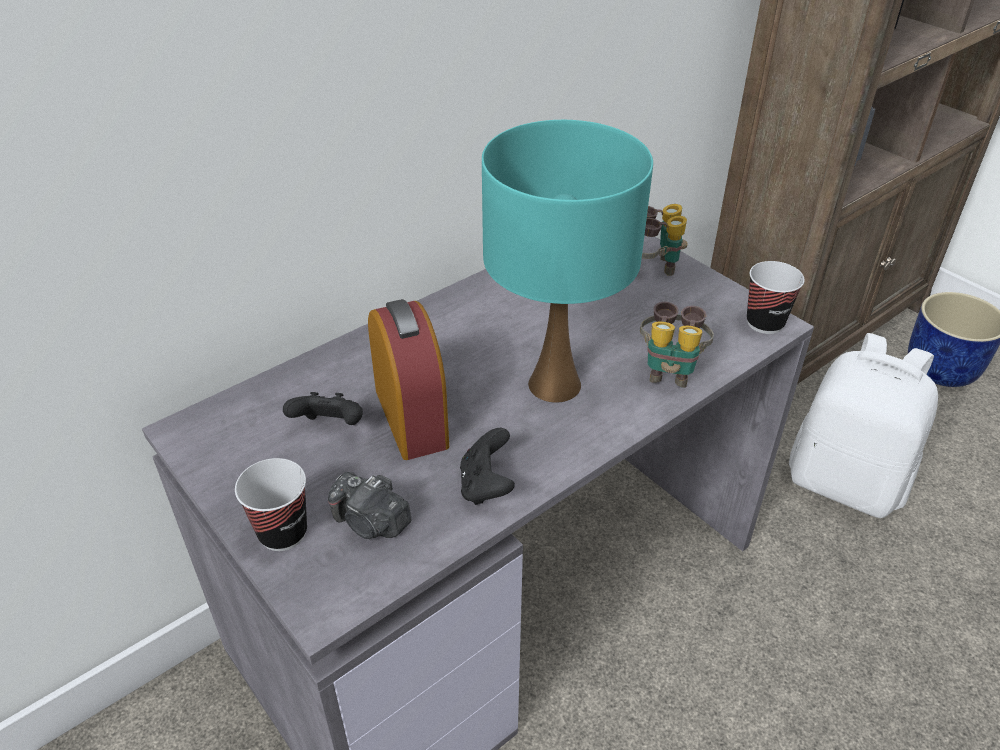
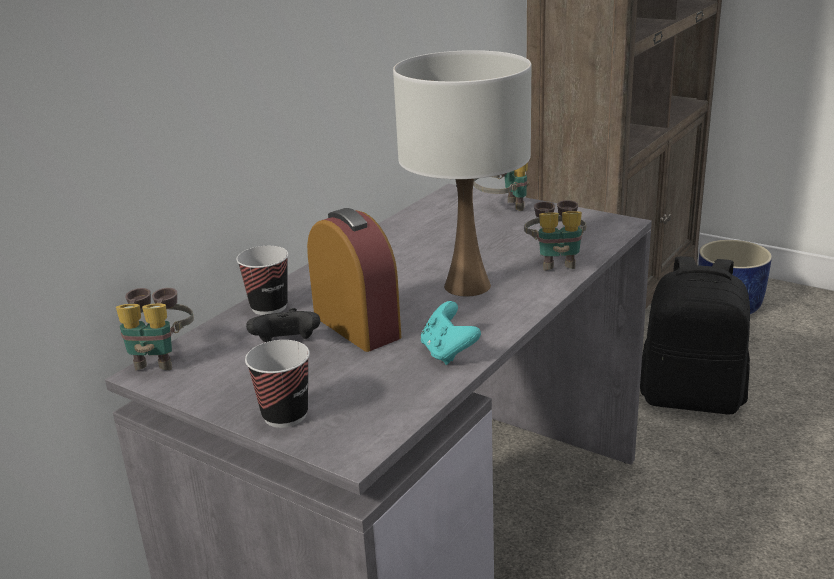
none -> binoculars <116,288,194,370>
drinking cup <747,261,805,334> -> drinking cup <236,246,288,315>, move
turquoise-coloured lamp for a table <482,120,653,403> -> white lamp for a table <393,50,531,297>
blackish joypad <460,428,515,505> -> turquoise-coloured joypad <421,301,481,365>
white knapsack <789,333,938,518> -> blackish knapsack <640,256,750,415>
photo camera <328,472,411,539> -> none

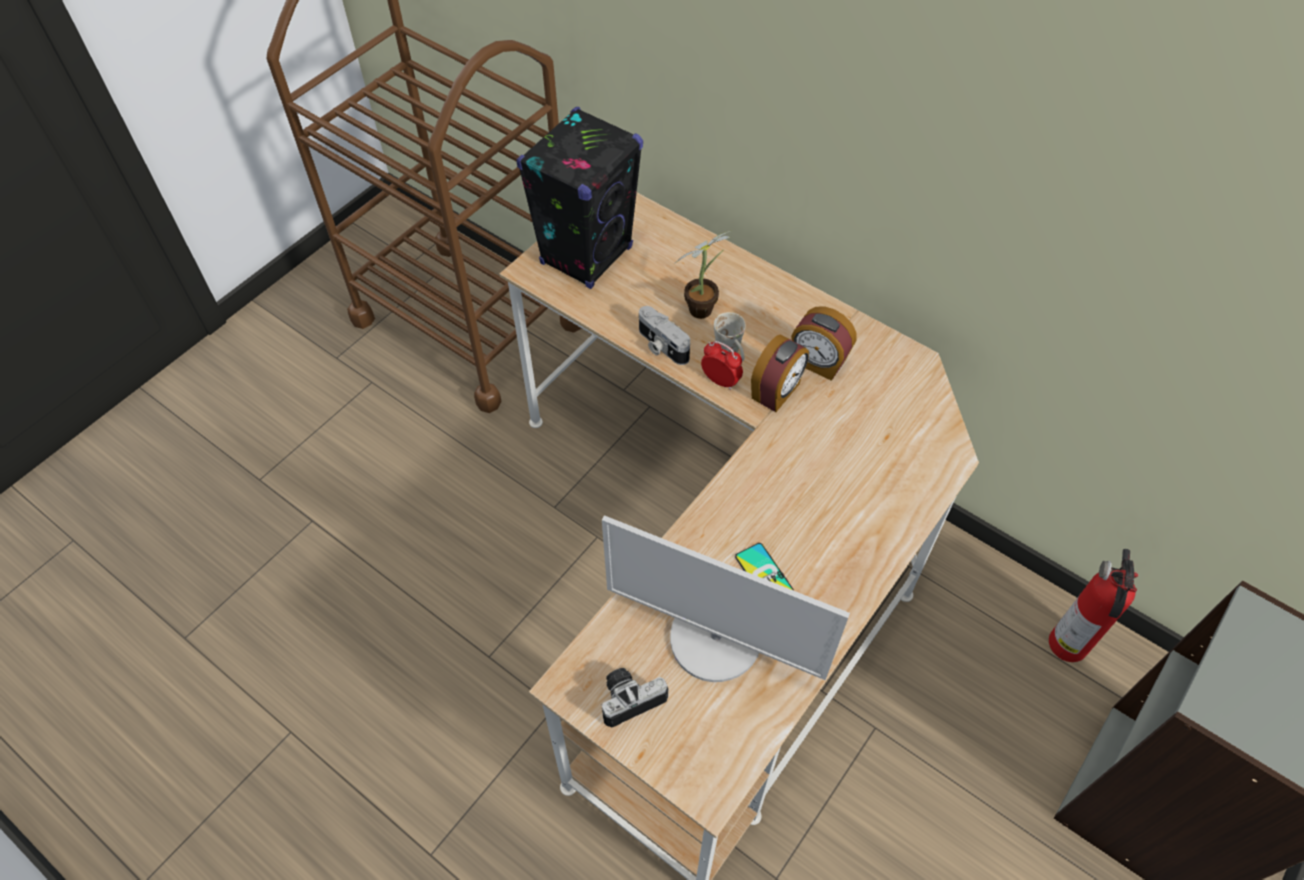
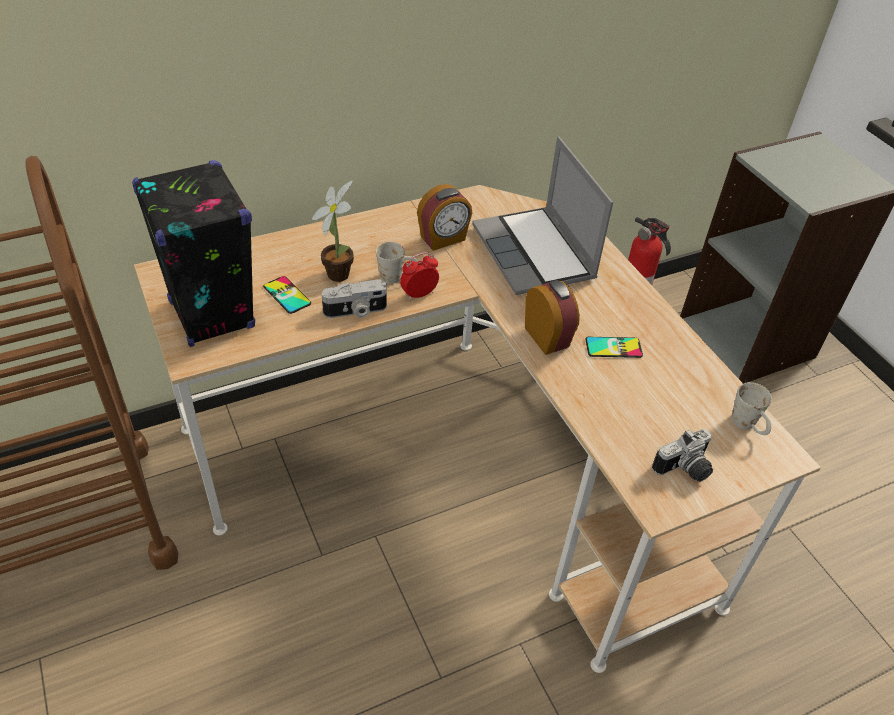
none -> handset <263,276,311,314>
none -> notebook computer <472,136,613,295>
alarm clock <751,334,809,412> -> alarm clock <525,280,580,355>, move
photo camera <602,668,668,727> -> photo camera <652,429,713,482>, 120 degrees counterclockwise
none -> white coffee mug <731,382,772,435>
monitor <602,515,850,682> -> none

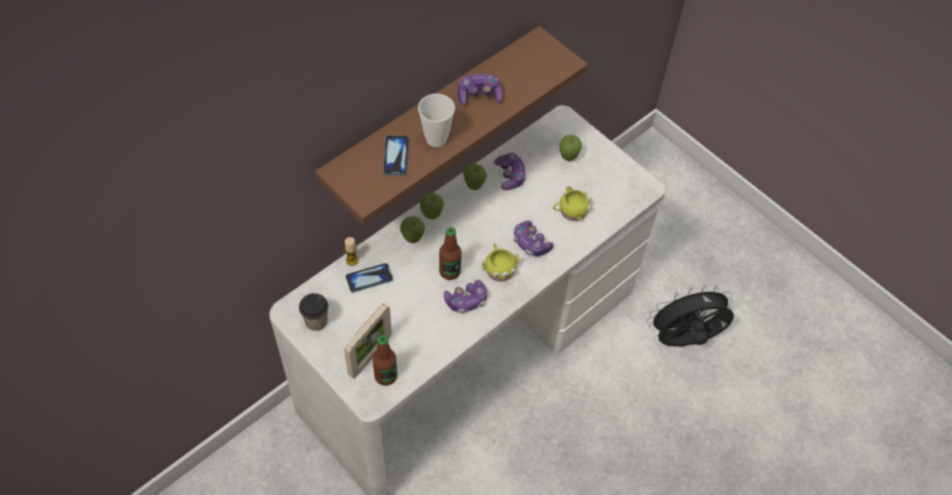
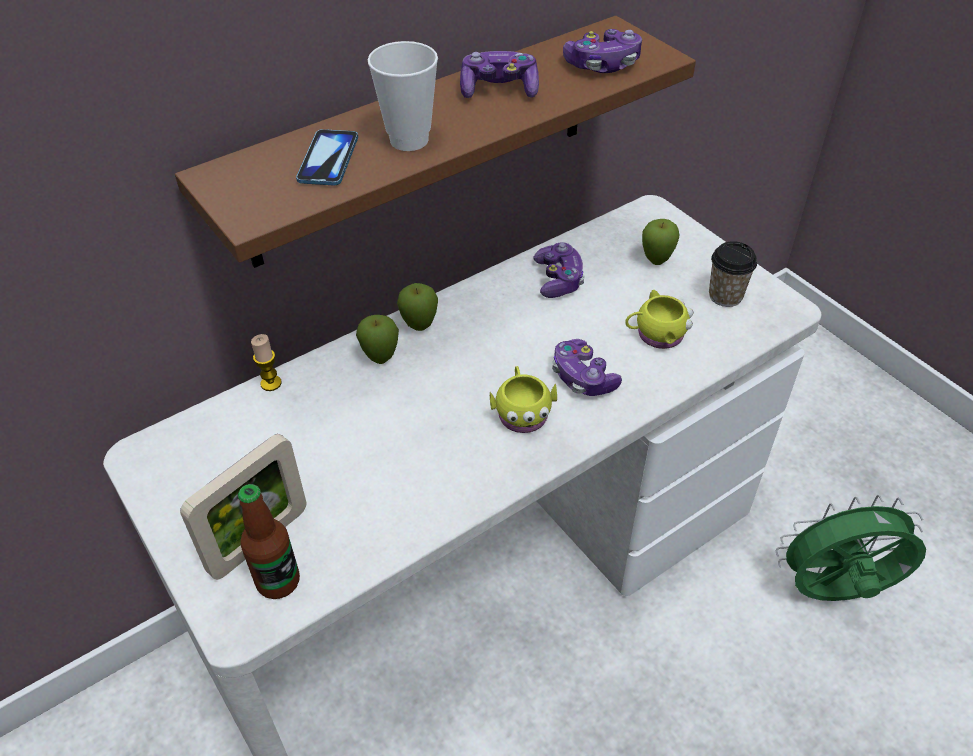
joypad <444,280,487,313> -> joypad <563,29,642,73>, move
drinking cup <299,293,328,331> -> drinking cup <709,241,757,307>, move
blackish electric fan <647,285,734,347> -> greenish electric fan <776,495,926,601>
handset <346,263,393,292> -> none
drink bottle <439,227,461,280> -> none
apple fruit <463,164,487,190> -> none

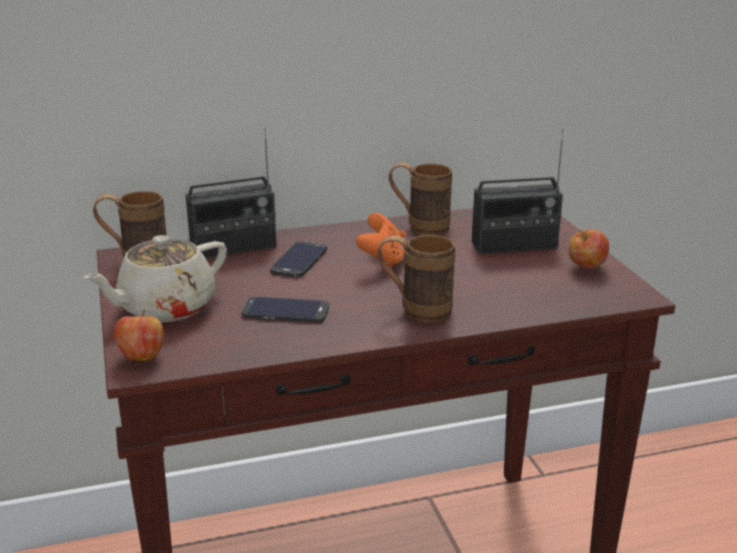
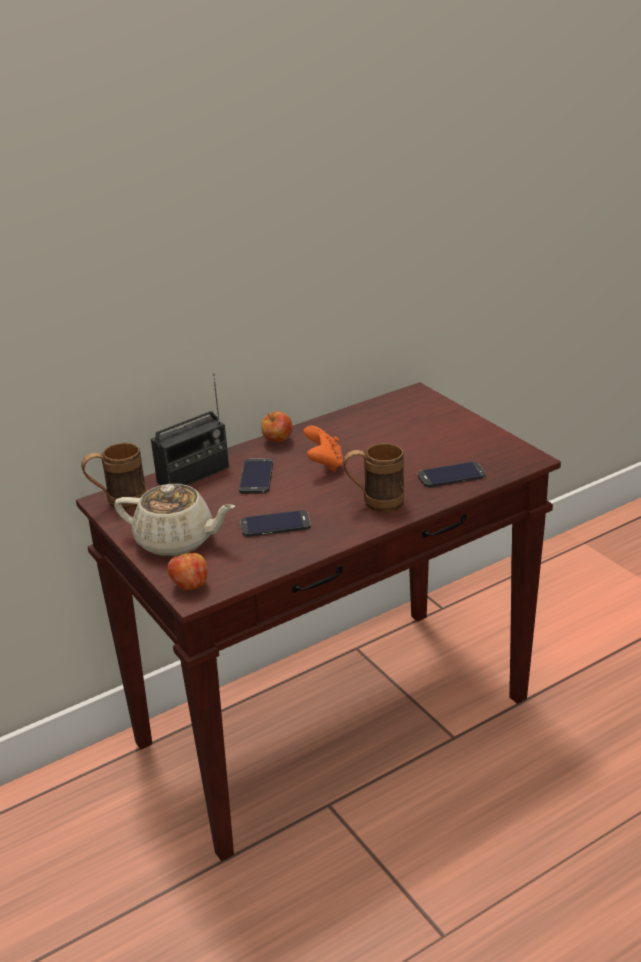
sand-coloured teapot <83,235,227,322> -> sand-coloured teapot <114,484,235,556>, 105 degrees counterclockwise
apple fruit <568,229,609,268> -> apple fruit <261,411,292,442>, move
none -> handset <418,462,486,488>
brownish coffee mug <389,163,452,235> -> none
radio receiver <472,129,564,254> -> none

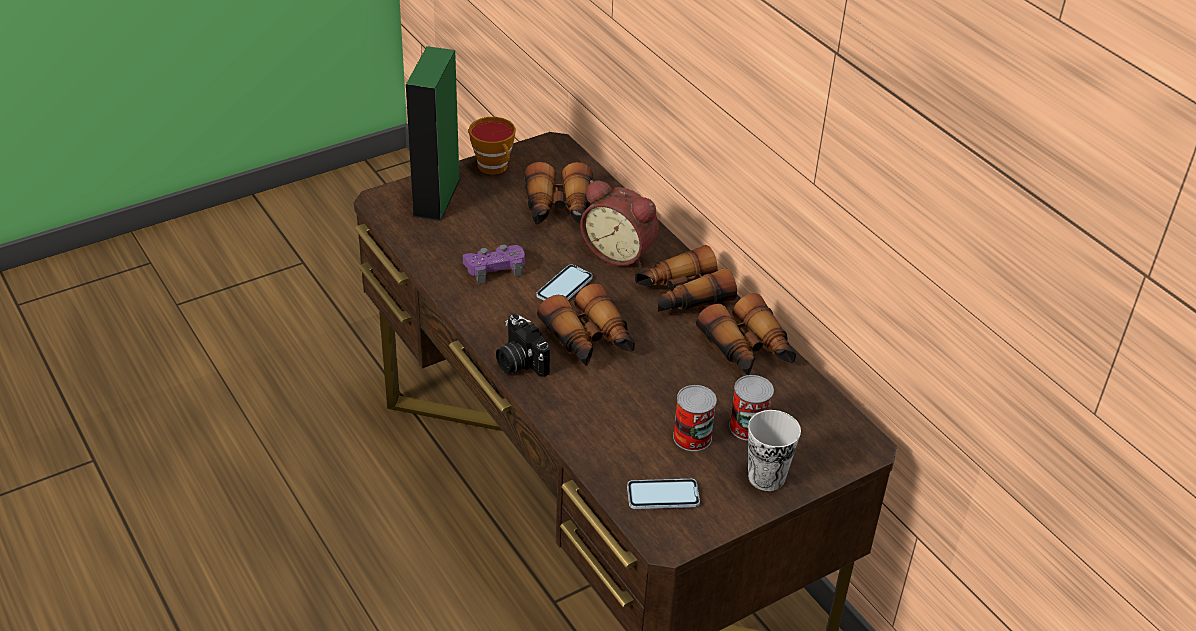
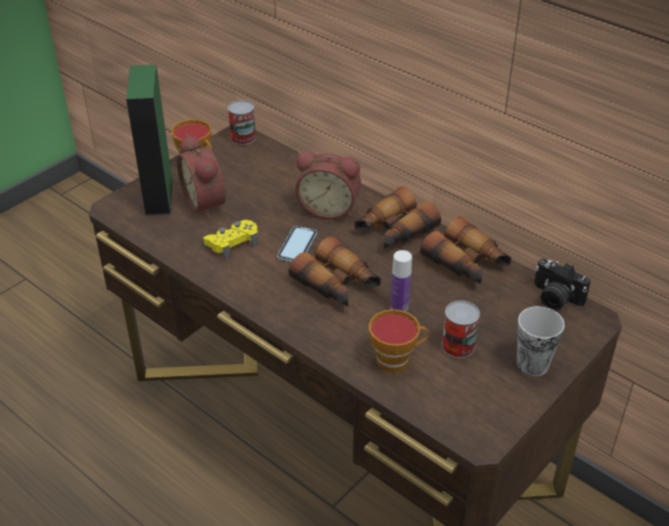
none -> alarm clock <177,135,226,218>
purplish joypad <463,244,525,284> -> yellow joypad <203,220,258,259>
metal can <729,375,774,441> -> metal can <228,100,256,145>, move
none -> drinking cup <369,309,429,373>
none -> drink bottle <390,250,412,312>
photo camera <496,313,550,377> -> photo camera <534,258,591,310>, move
binoculars <524,162,593,224> -> none
handset <627,479,700,509> -> none

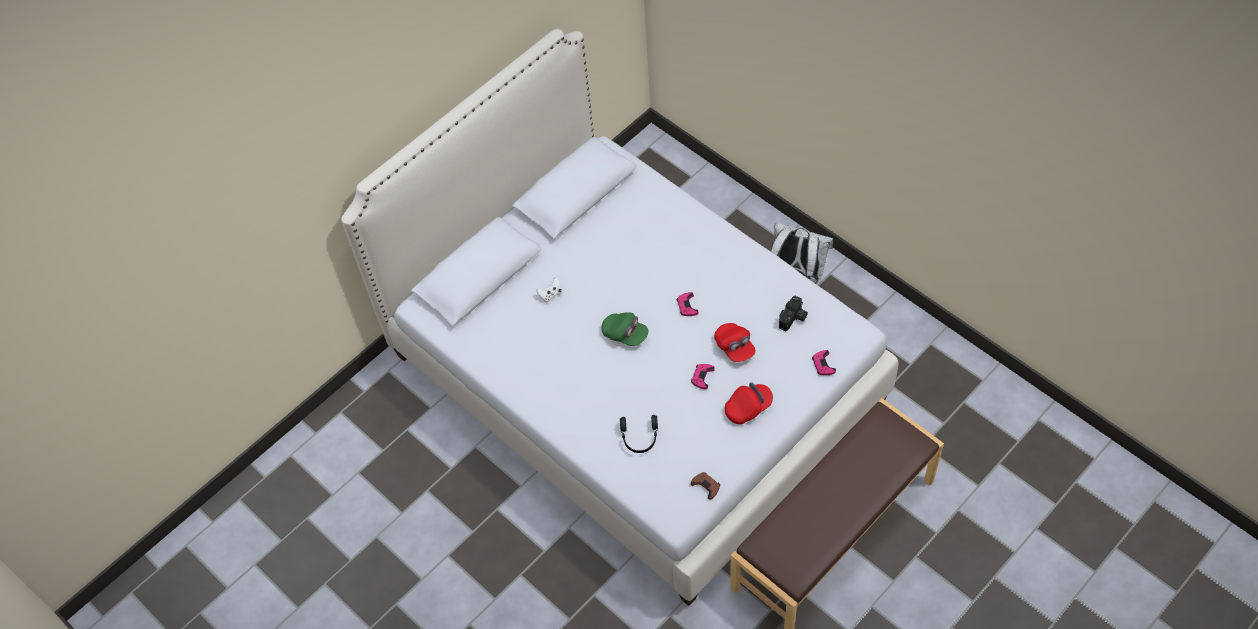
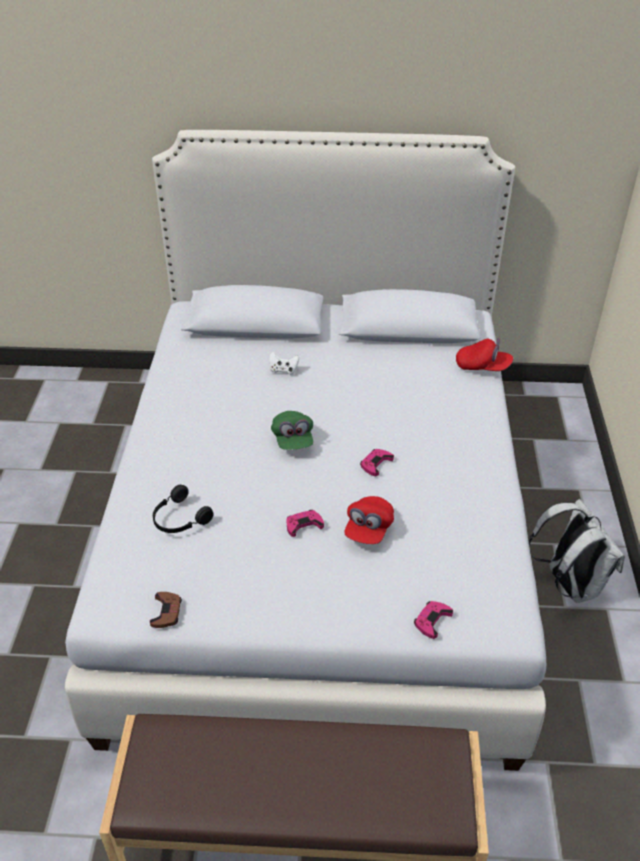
reddish peaked cap <725,382,773,424> -> reddish peaked cap <456,338,513,371>, move
photo camera <779,296,808,331> -> none

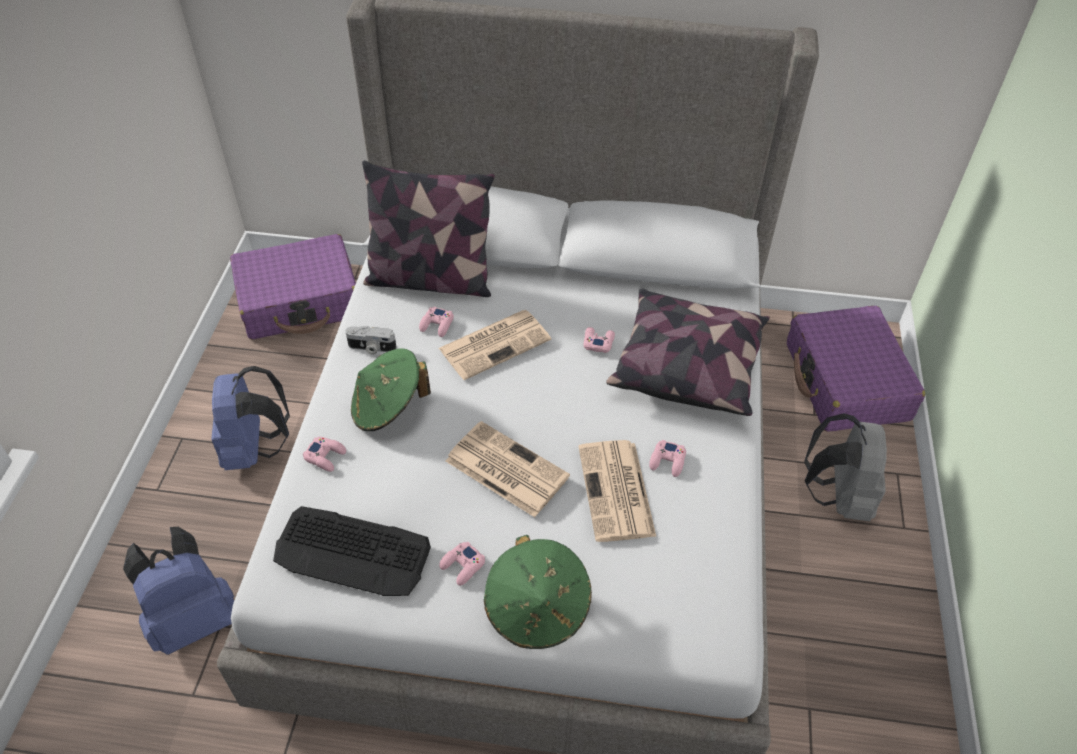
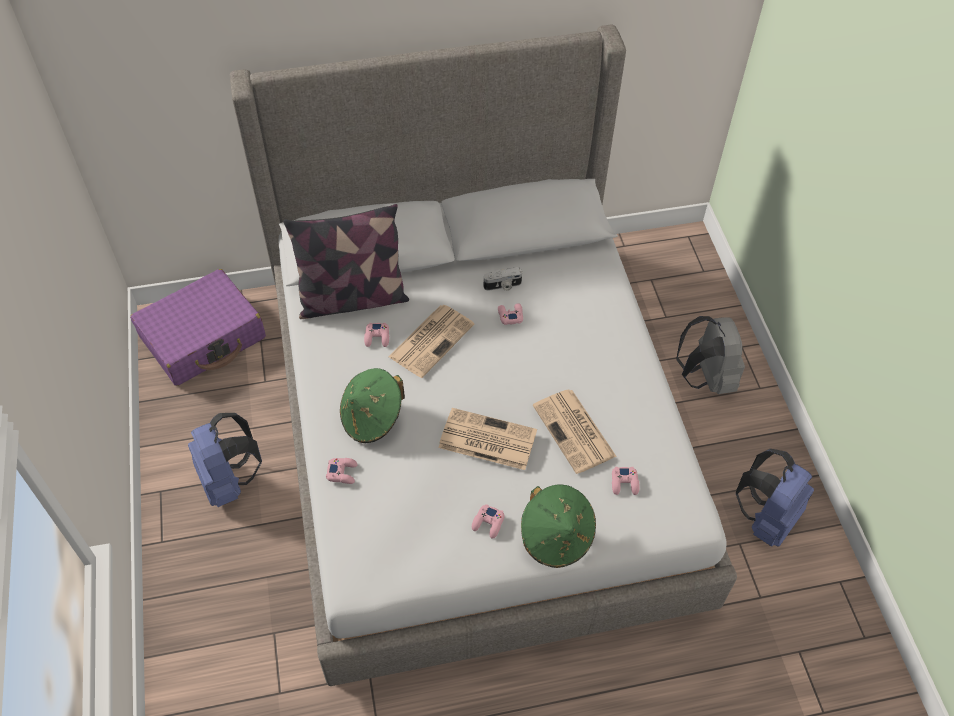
photo camera <345,326,397,355> -> photo camera <484,267,522,291>, move
pinkish joypad <649,440,686,477> -> pinkish joypad <612,467,640,495>, move
blue knapsack <123,527,234,655> -> blue knapsack <736,449,814,547>, move
computer keyboard <273,506,431,596> -> none
cushion <606,289,770,416> -> none
purplish piece of luggage <787,306,925,432> -> none

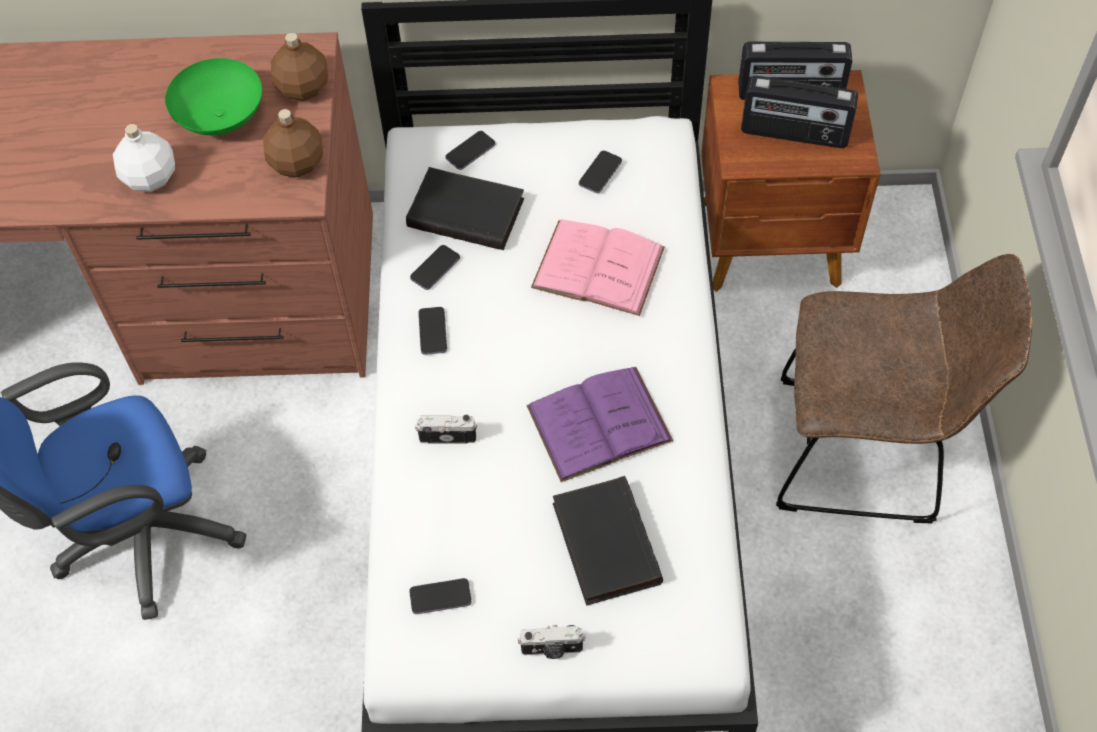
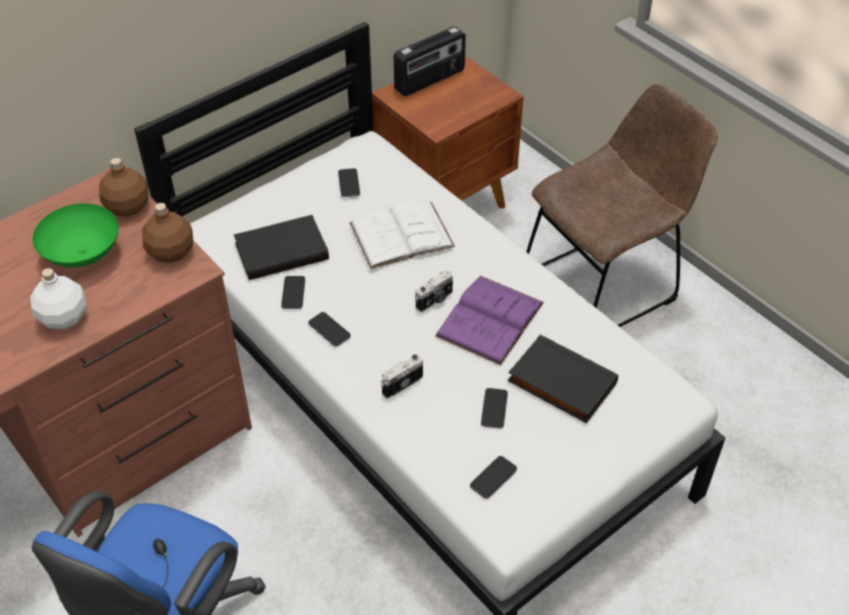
pinkish book <531,220,665,316> -> white book <350,201,455,269>
photo camera <518,625,586,659> -> photo camera <416,270,453,312>, move
handset <445,131,495,170> -> handset <481,388,508,429>, move
radio receiver <741,75,858,148> -> none

